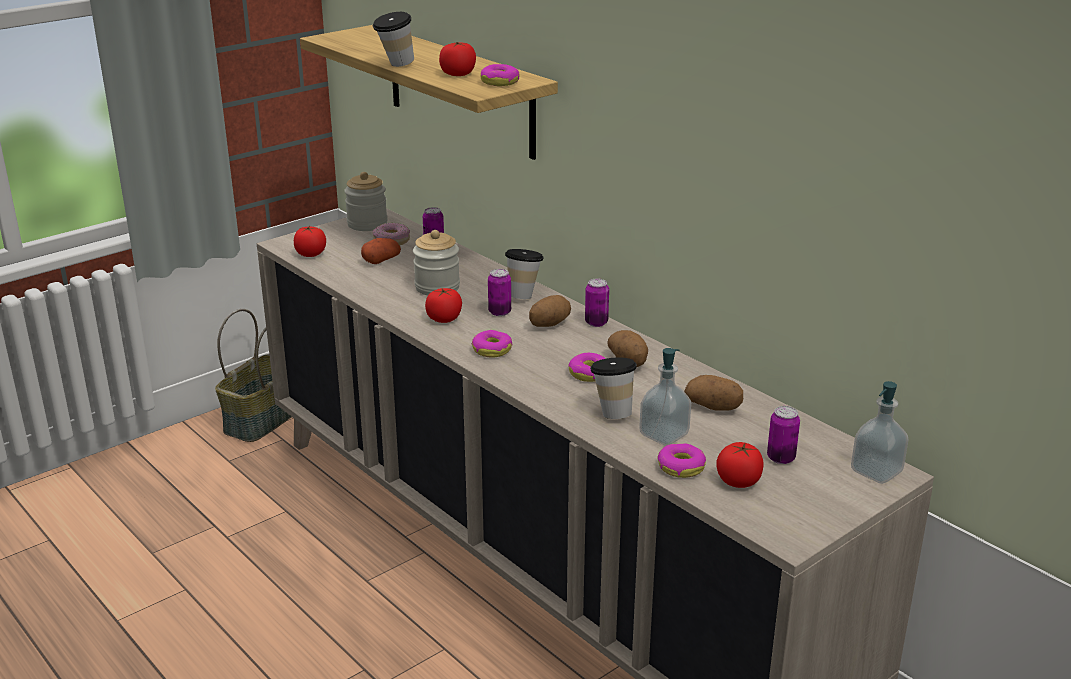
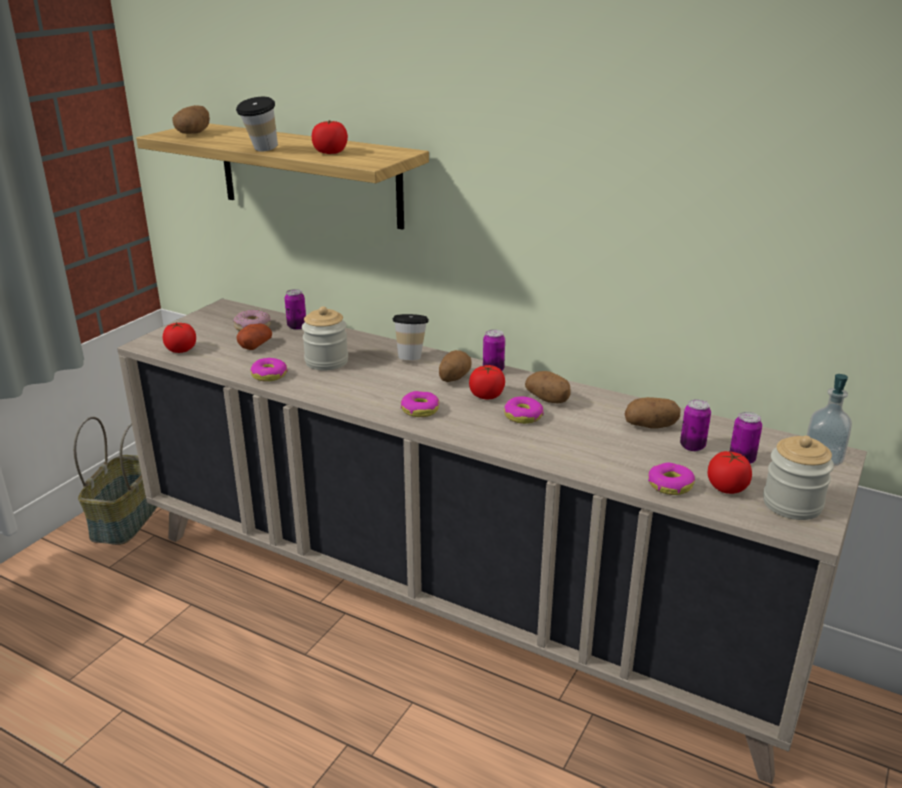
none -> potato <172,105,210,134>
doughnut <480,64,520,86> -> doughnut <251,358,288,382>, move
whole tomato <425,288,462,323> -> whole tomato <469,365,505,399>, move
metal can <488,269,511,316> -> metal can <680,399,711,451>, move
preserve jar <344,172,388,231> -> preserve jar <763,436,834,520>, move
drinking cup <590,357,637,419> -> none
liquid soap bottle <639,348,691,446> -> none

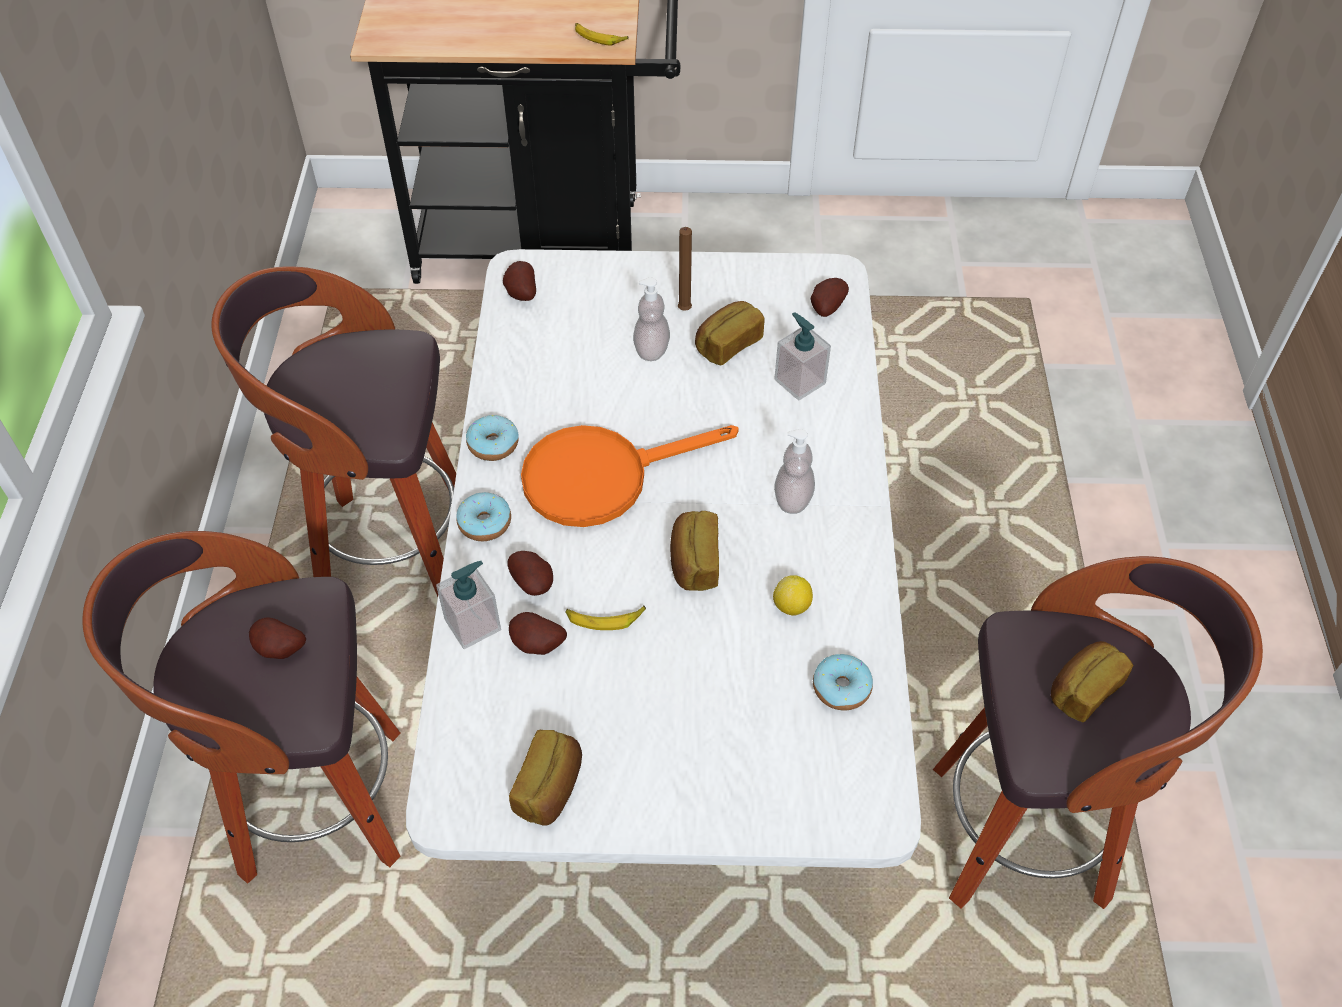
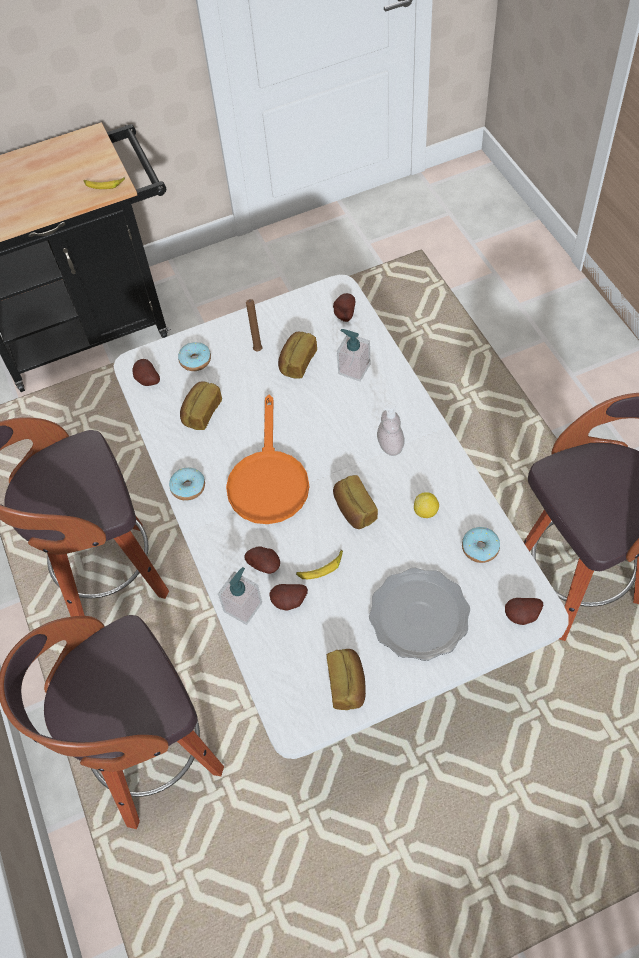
doughnut <456,492,511,541> -> doughnut <178,342,211,371>, move
bakery bread <1051,641,1133,722> -> bakery bread <180,381,222,430>, move
orange-coloured skillet <521,425,739,527> -> orange-coloured skillet <226,395,309,524>, 45 degrees counterclockwise
none -> flat dish <369,567,470,661>
potato <249,618,306,659> -> potato <505,598,543,625>, move
liquid soap bottle <633,278,670,361> -> none

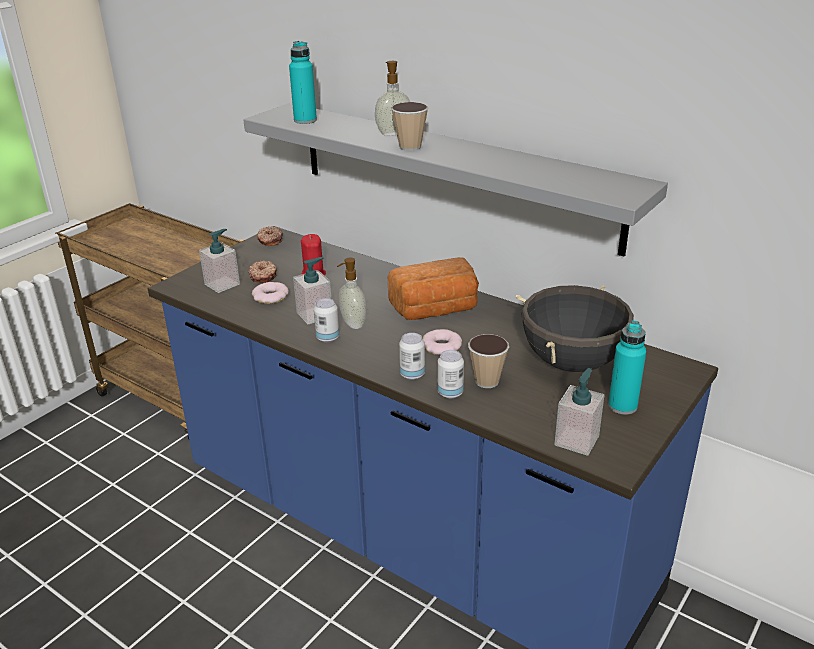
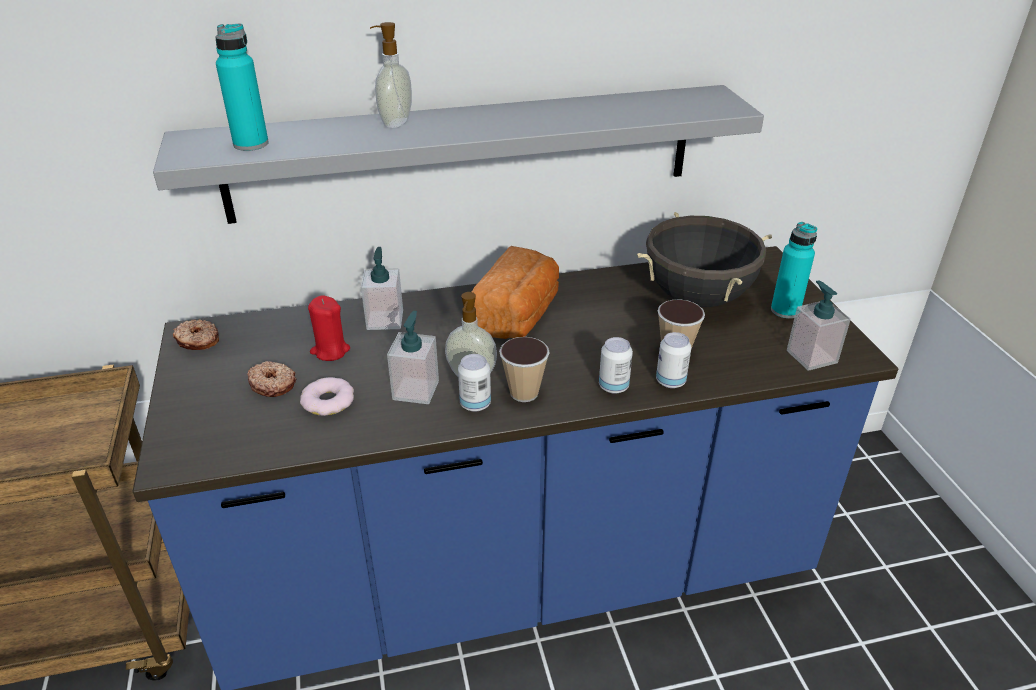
liquid soap bottle <199,229,240,293> -> liquid soap bottle <361,247,403,330>, move
drinking cup <391,102,428,151> -> drinking cup <499,337,550,402>, move
doughnut <423,329,462,355> -> none

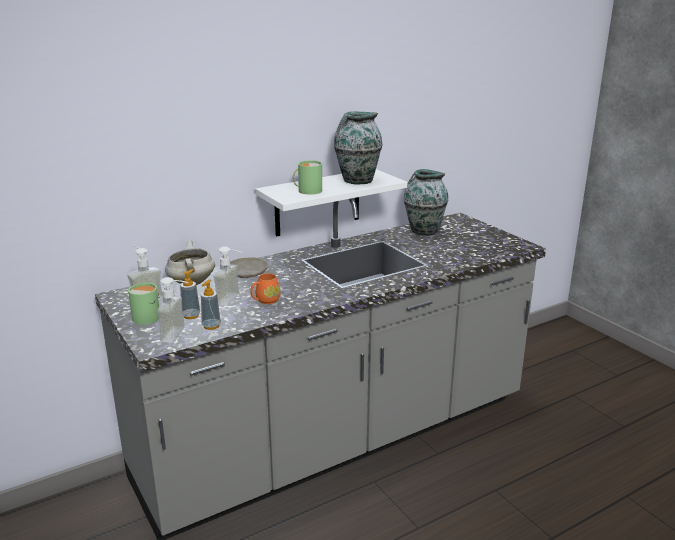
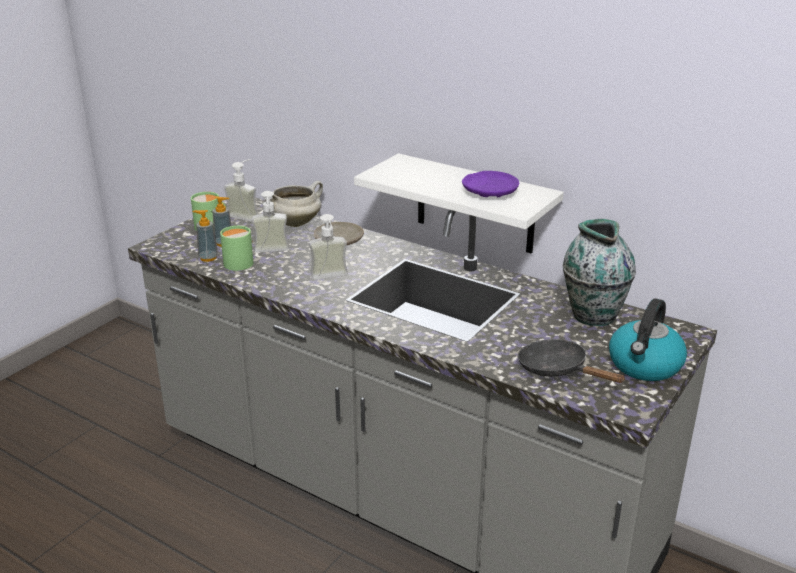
greenish coffee mug <293,160,322,195> -> greenish coffee mug <220,226,253,271>, move
liquid soap bottle <157,277,189,343> -> liquid soap bottle <309,214,348,280>, move
vase <334,112,383,185> -> purplish flat dish <462,171,519,197>
none -> blackish skillet <518,339,626,383>
none -> water kettle <609,298,687,381>
orange-coloured coffee mug <250,273,281,304> -> none

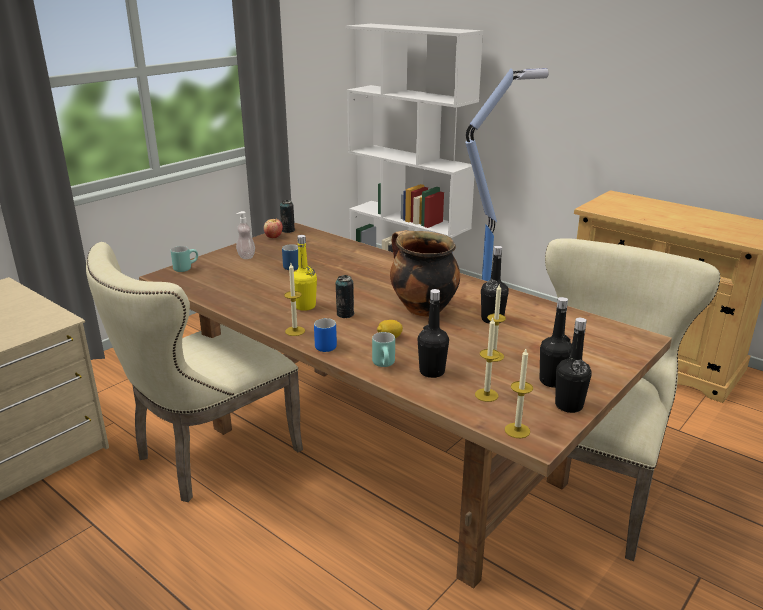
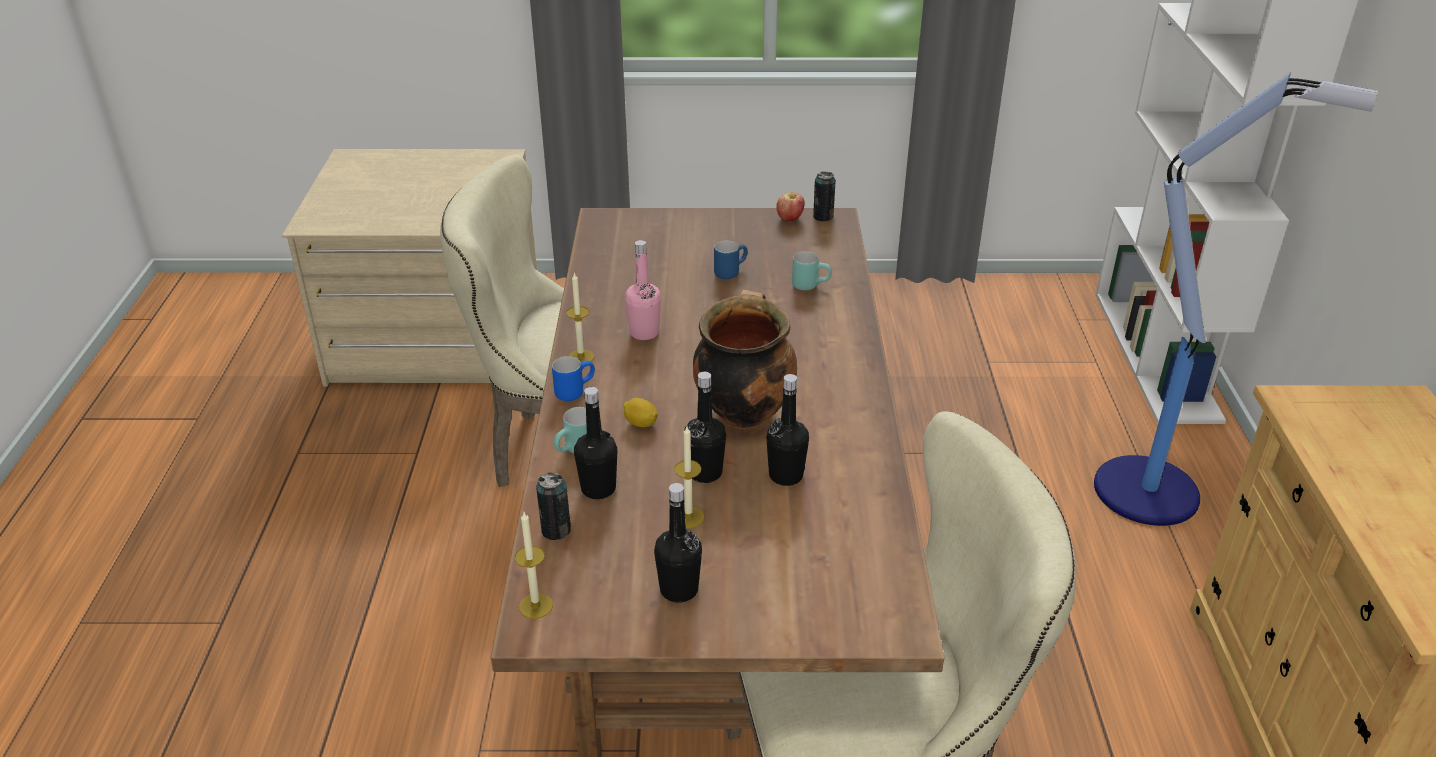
metal can <336,275,354,318> -> metal can <536,472,571,540>, move
yellow drink bottle <294,235,317,311> -> pinkish drink bottle <625,240,661,340>
blackish drink bottle <555,318,592,413> -> blackish drink bottle <684,372,726,483>, move
turquoise-coloured coffee mug <171,246,198,272> -> turquoise-coloured coffee mug <792,251,832,290>, move
liquid soap bottle <236,211,255,259> -> none
wax light <475,318,500,402> -> none

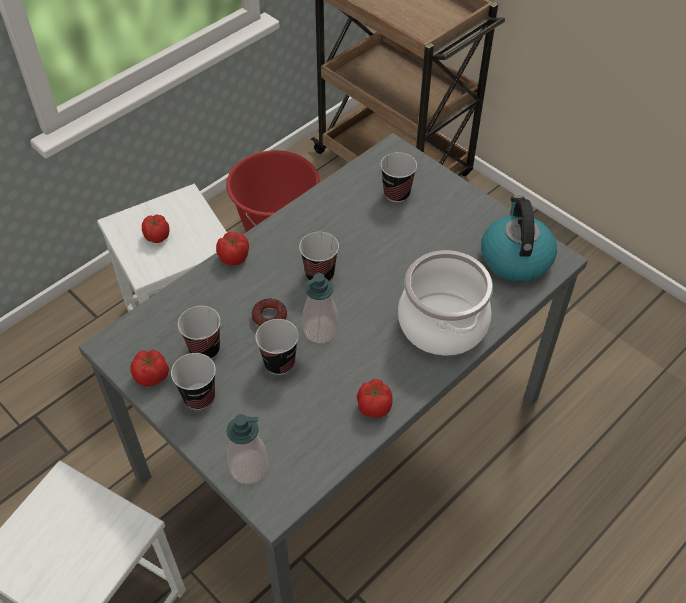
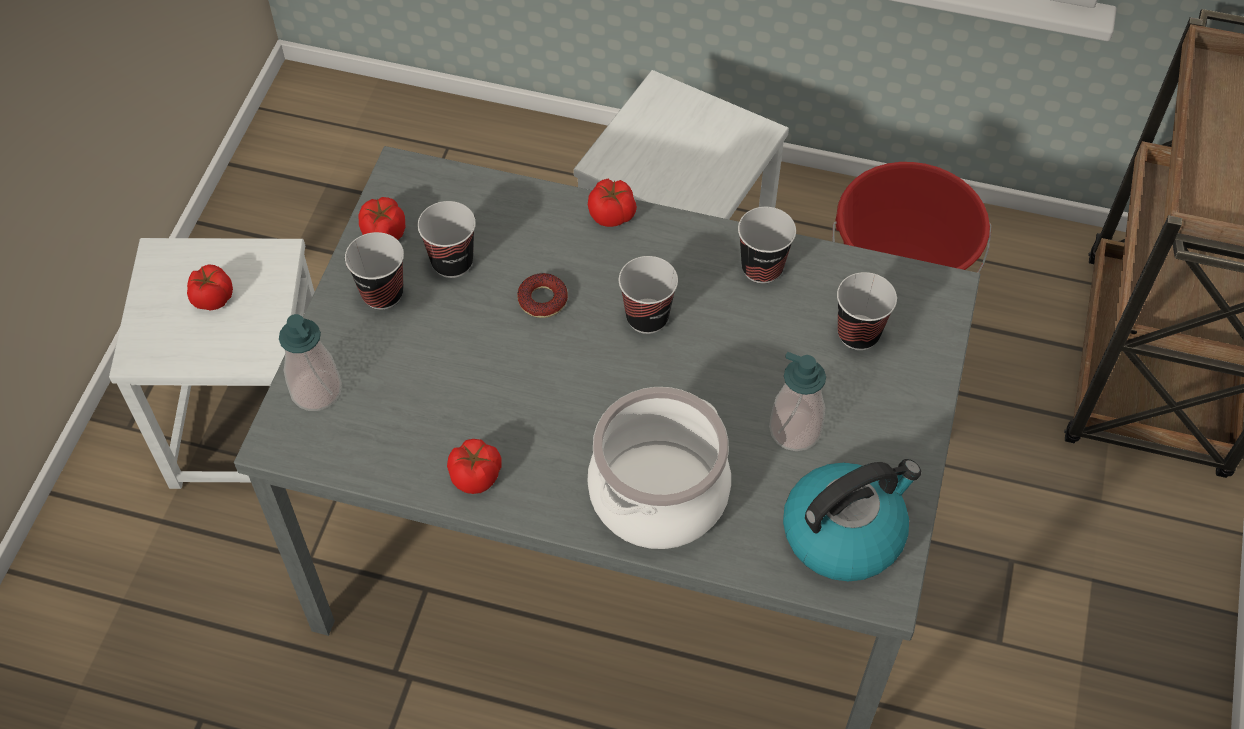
whole tomato <142,214,170,243> -> whole tomato <187,264,233,310>, move
drinking cup <255,319,299,375> -> drinking cup <738,207,796,284>, move
liquid soap bottle <303,273,338,343> -> liquid soap bottle <769,352,826,451>, move

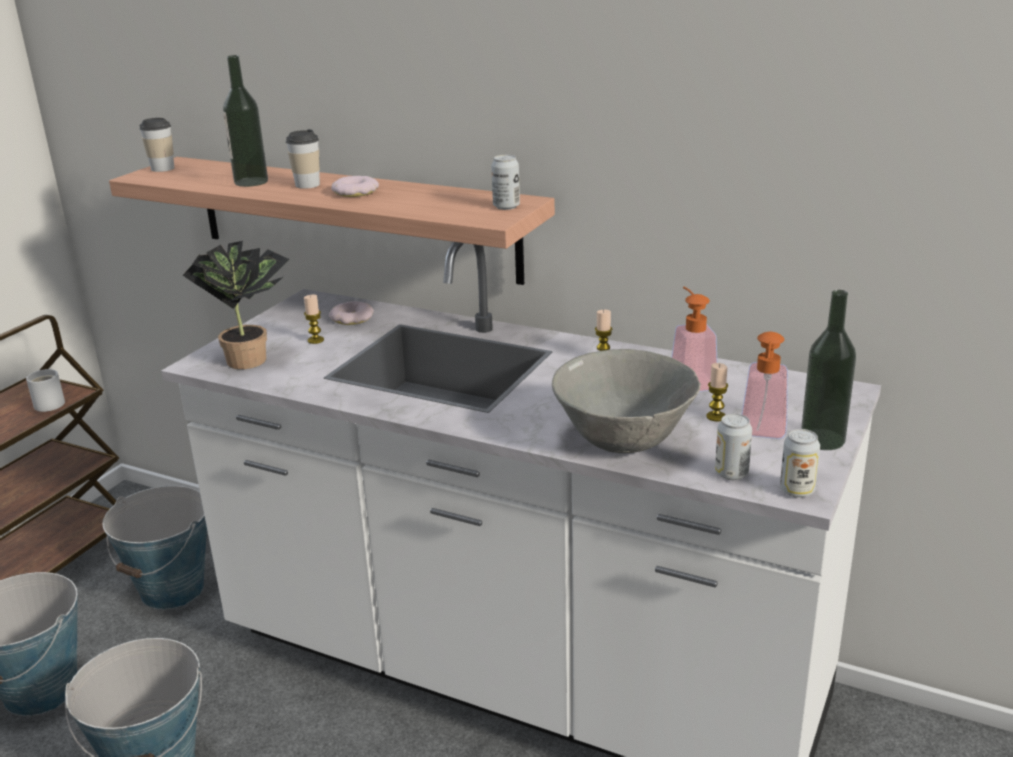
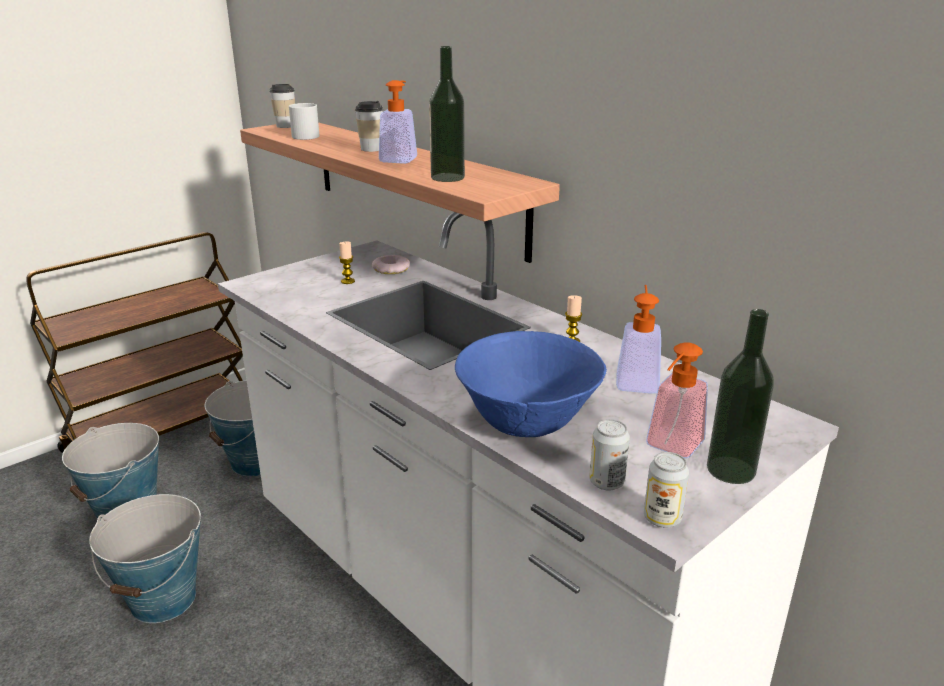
white coffee mug <26,369,65,412> -> white coffee mug <289,103,320,140>, move
doughnut <331,176,379,197> -> liquid soap bottle <379,80,417,164>
drink bottle <223,55,268,187> -> drink bottle <429,46,465,182>, move
grey bowl <552,349,701,453> -> blue bowl <455,331,607,437>
plant in a pot <183,241,290,369> -> none
metal can <491,155,520,210> -> none
wax light <706,363,728,421> -> none

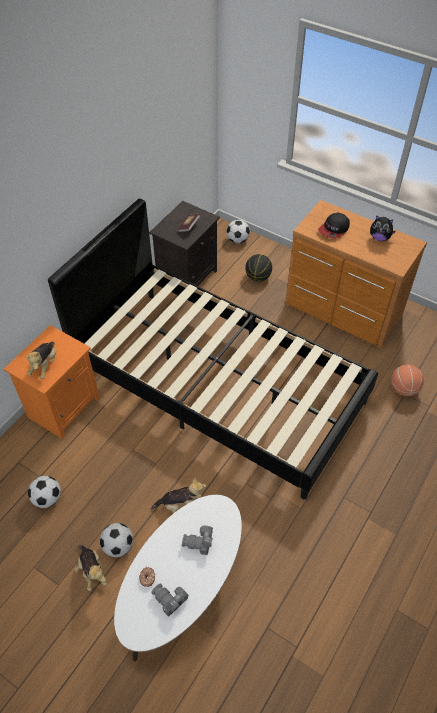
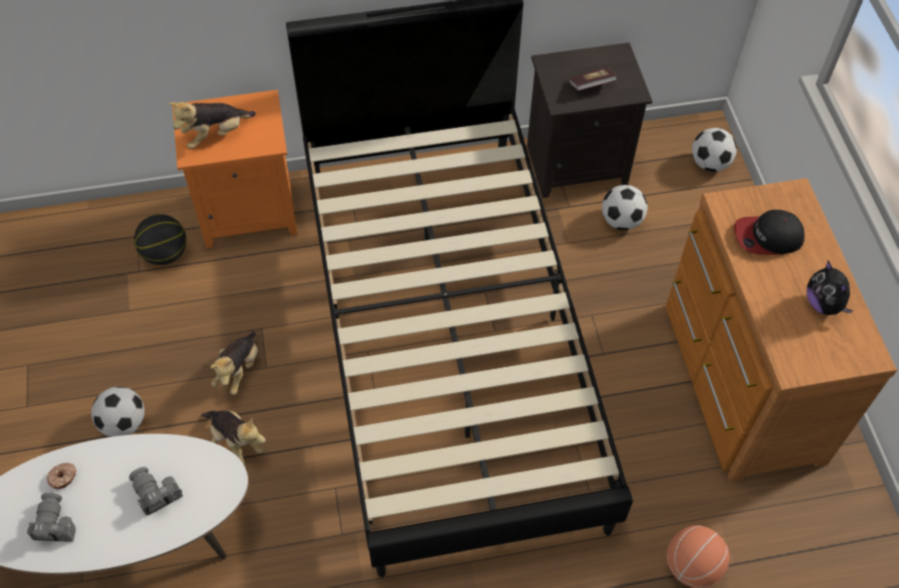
basketball ball <245,254,272,281> -> basketball ball <134,214,186,265>, move
cuddly toy <75,545,107,591> -> cuddly toy <211,331,258,395>, move
football ball <28,476,61,508> -> football ball <602,185,648,230>, move

